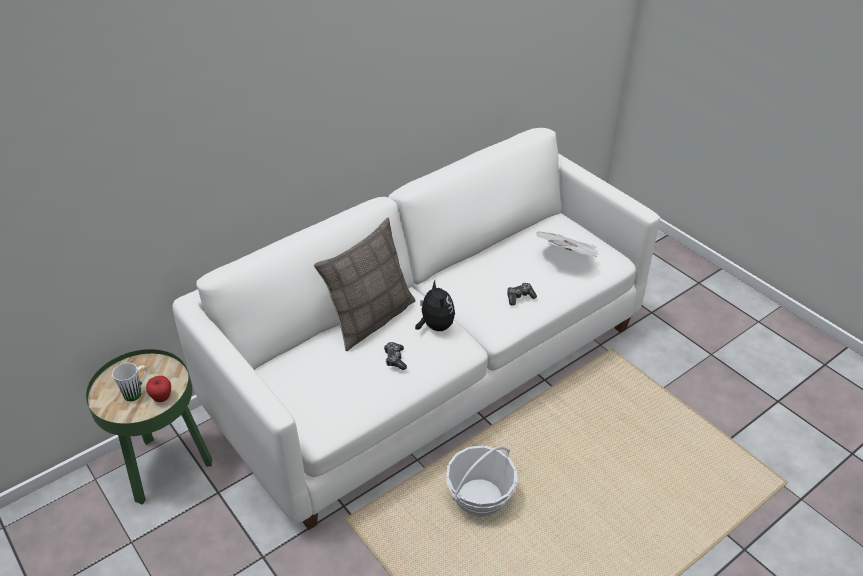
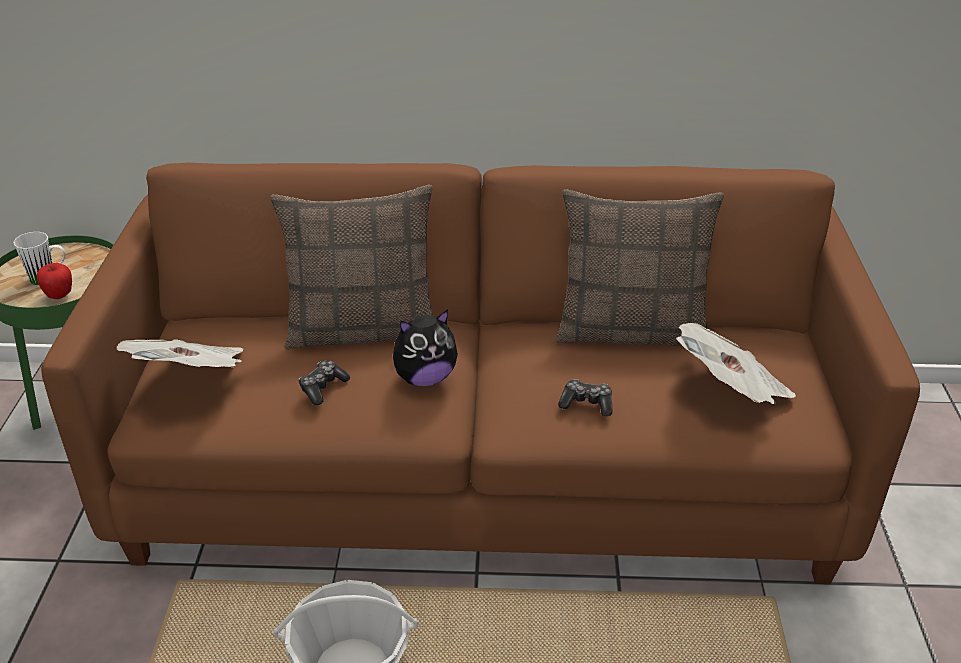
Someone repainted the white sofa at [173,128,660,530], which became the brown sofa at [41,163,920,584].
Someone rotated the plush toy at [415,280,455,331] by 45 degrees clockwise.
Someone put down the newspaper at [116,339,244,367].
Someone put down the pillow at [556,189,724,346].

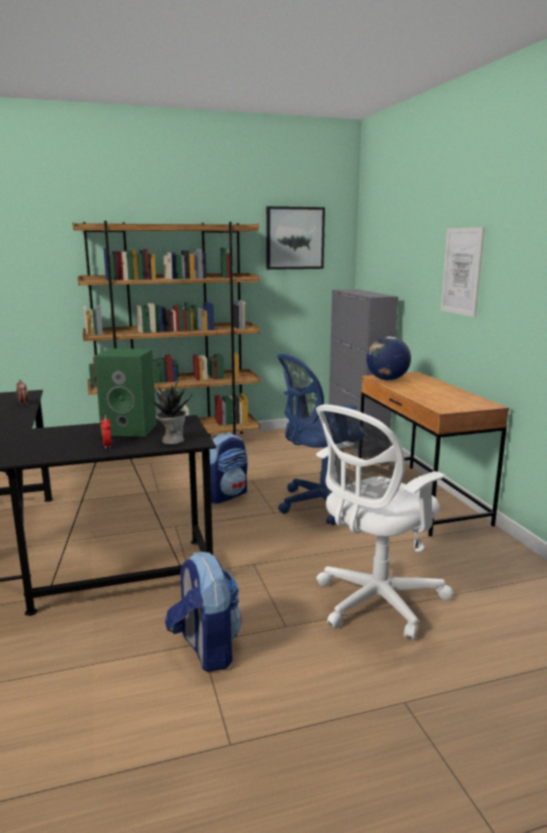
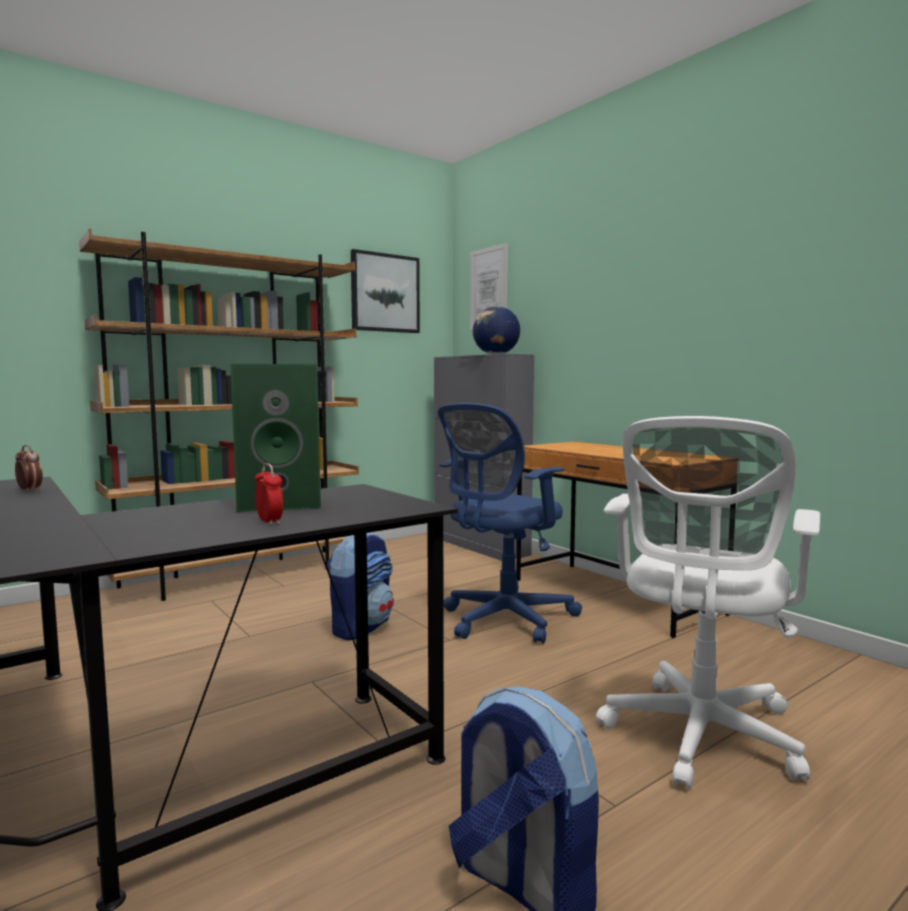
Someone took away the potted plant at [149,378,192,444].
Someone carried the globe from [367,337,411,380] to [473,306,520,354].
Someone carried the picture from [441,227,485,317] to [470,243,508,330].

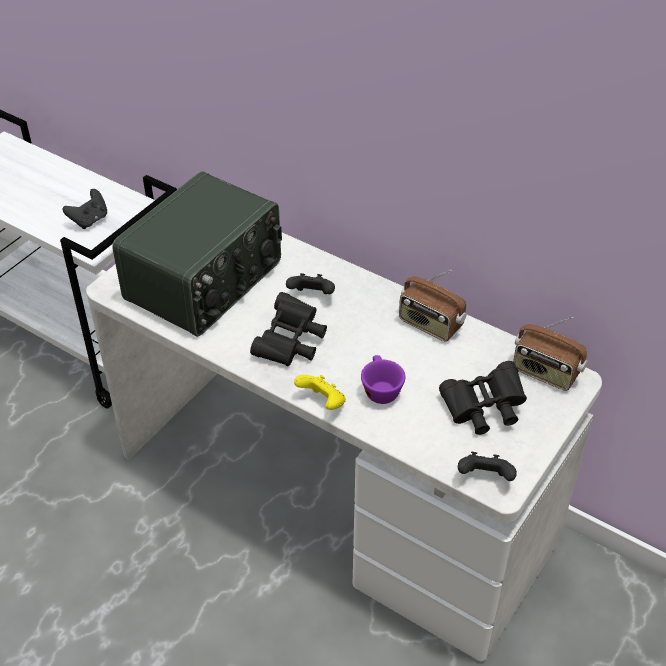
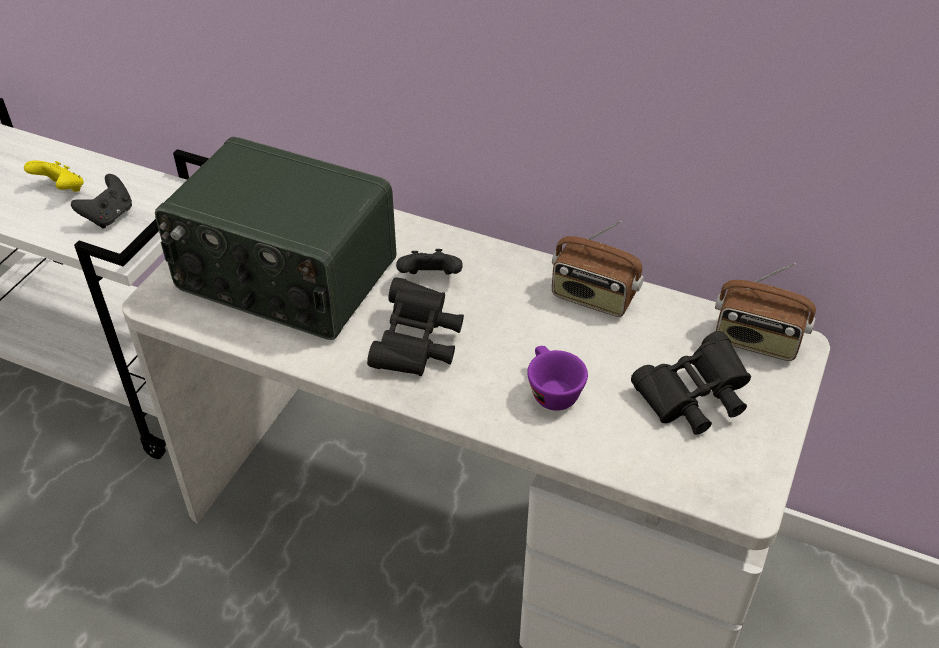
Someone rotated the radio at [112,171,282,337] by 90 degrees clockwise.
Someone carried the yellow game controller from [294,375,346,410] to [24,160,84,192].
Someone took away the black game controller at [458,452,517,481].

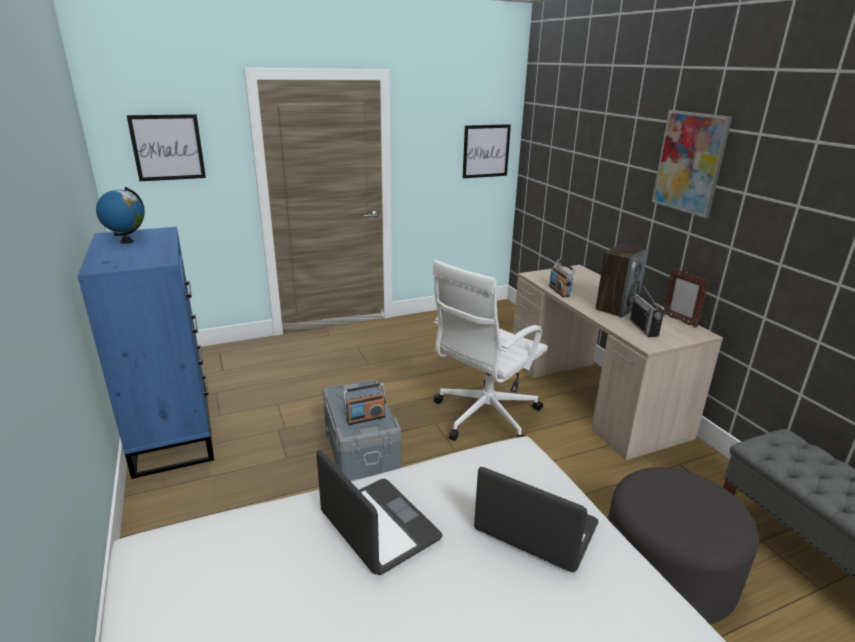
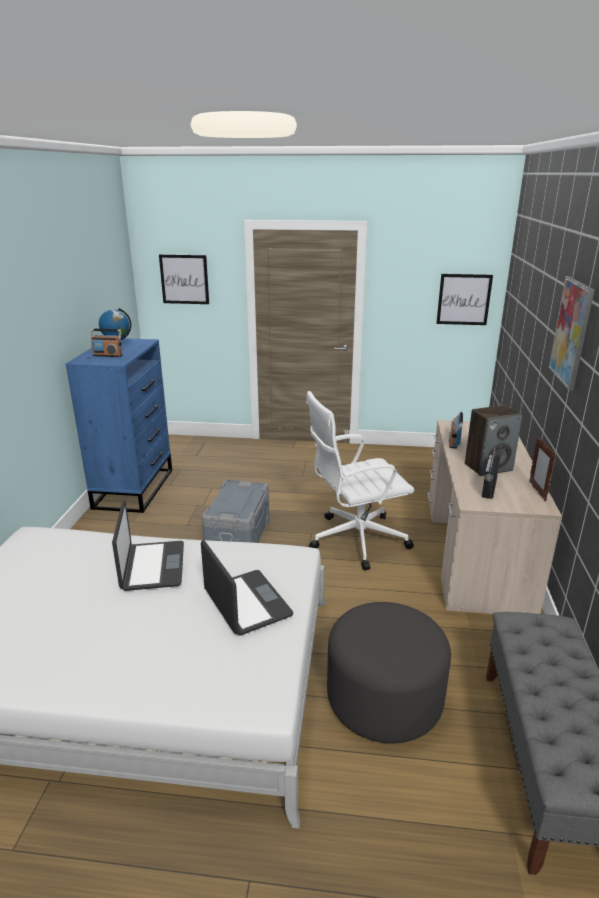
Someone carried the radio from [343,383,386,425] to [90,329,123,357].

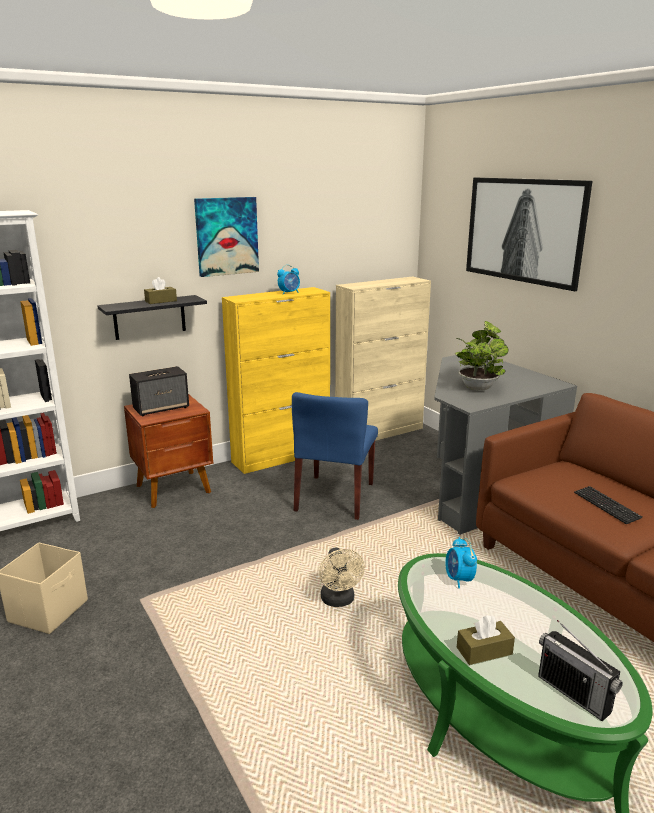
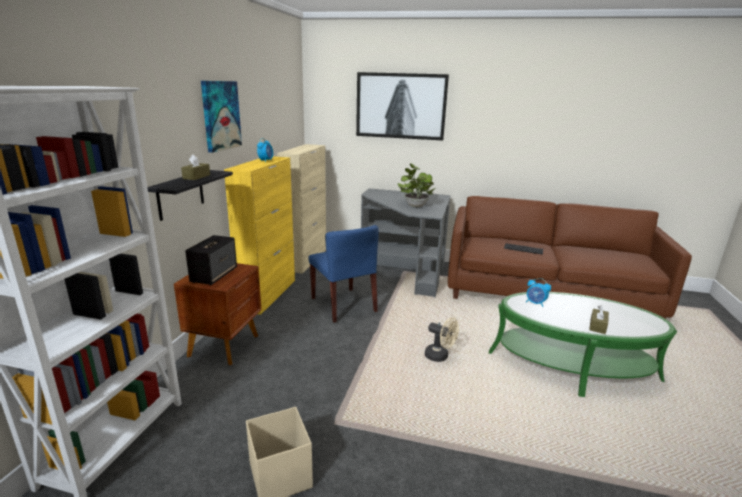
Someone took away the radio at [538,620,623,721].

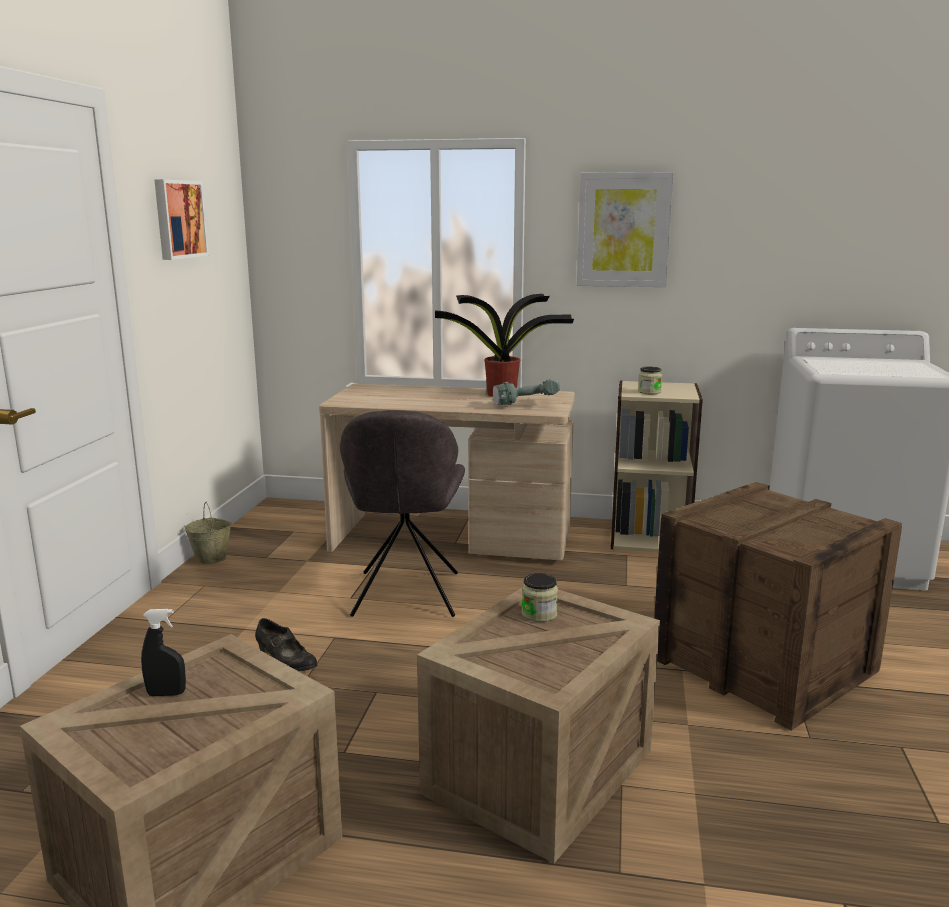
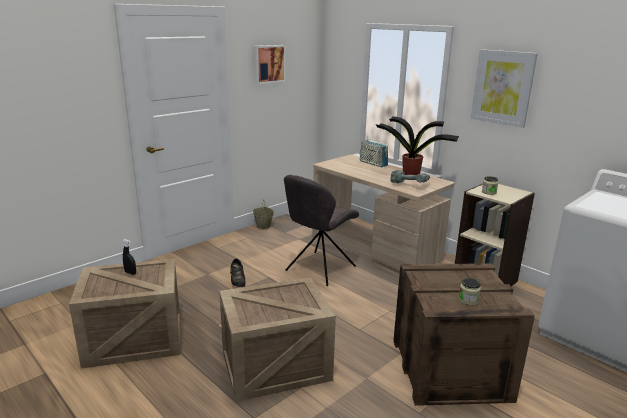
Someone carried the jar from [522,573,558,622] to [459,278,481,306].
Someone put down the radio at [360,139,388,167].

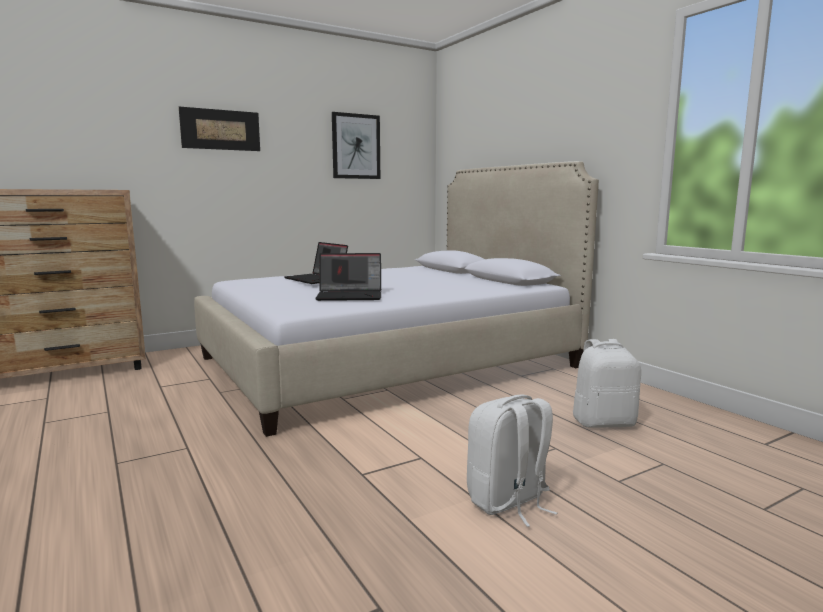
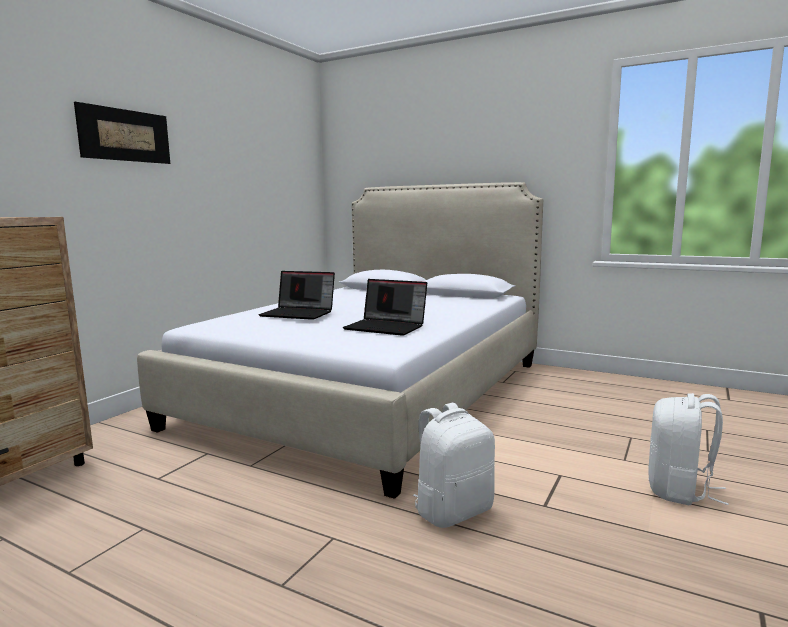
Someone rotated the laptop at [315,253,381,301] by 60 degrees clockwise.
Someone took away the picture at [332,112,380,179].
Someone carried the white backpack from [573,339,641,428] to [413,403,495,528].

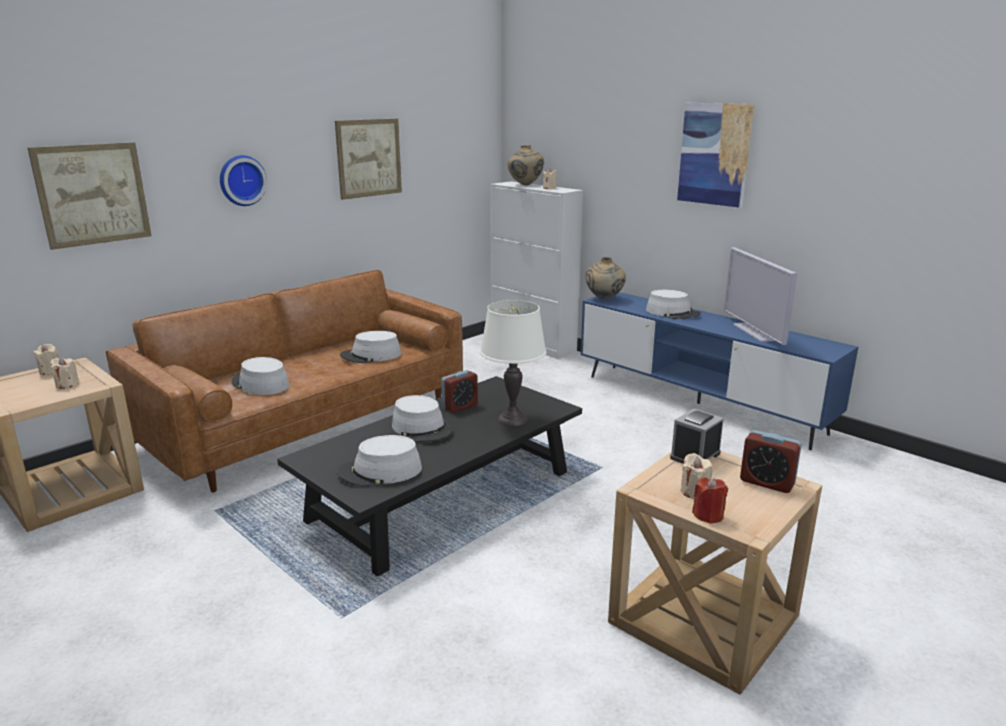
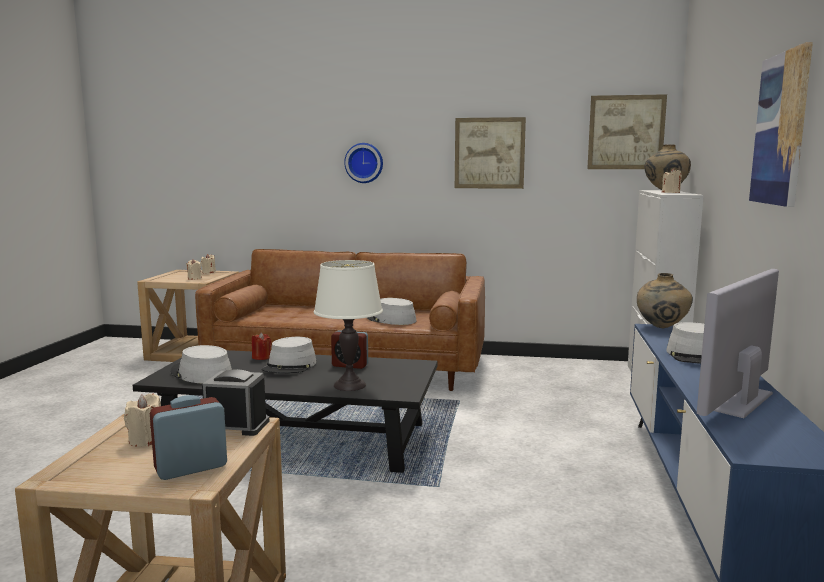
Someone carried the picture from [27,142,152,250] to [587,94,667,169].
Someone took away the grey hat at [232,357,290,395].
Someone carried the red candle from [692,477,728,524] to [252,333,271,360].
Someone rotated the alarm clock at [740,430,802,493] by 60 degrees clockwise.

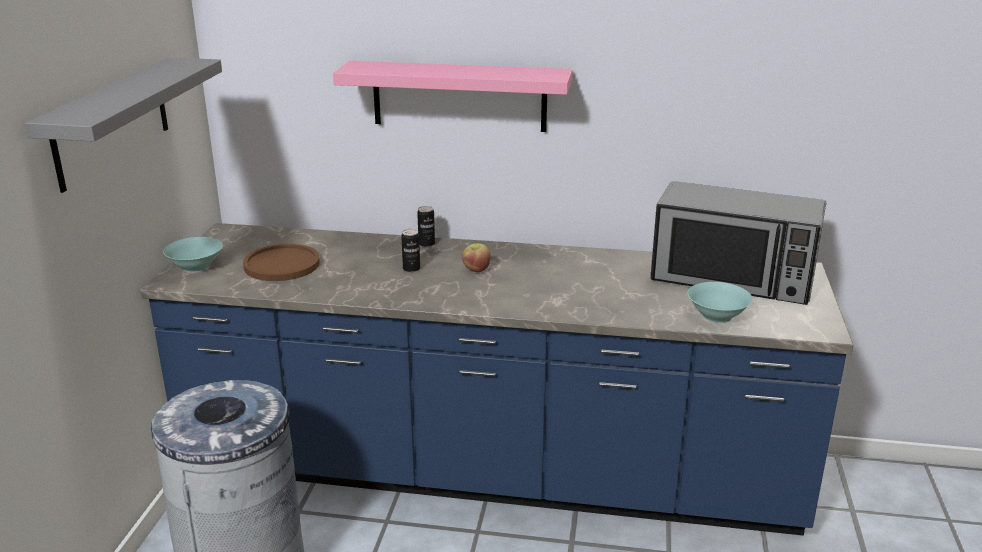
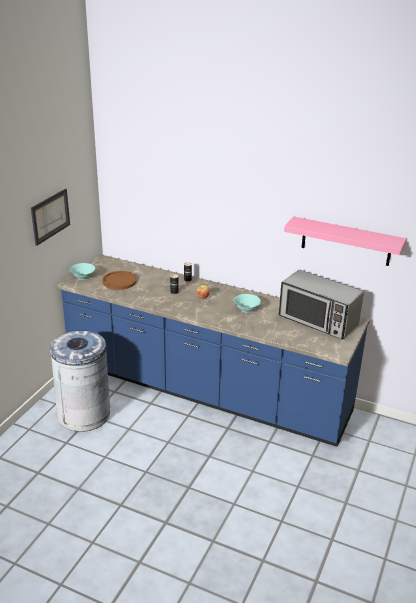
Someone swapped the grey shelf at [25,58,222,193] for the picture at [31,189,70,246].
Someone carried the pink shelf from [333,61,573,132] to [284,216,407,266].
Someone carried the turquoise bowl from [687,282,753,323] to [234,294,261,313].

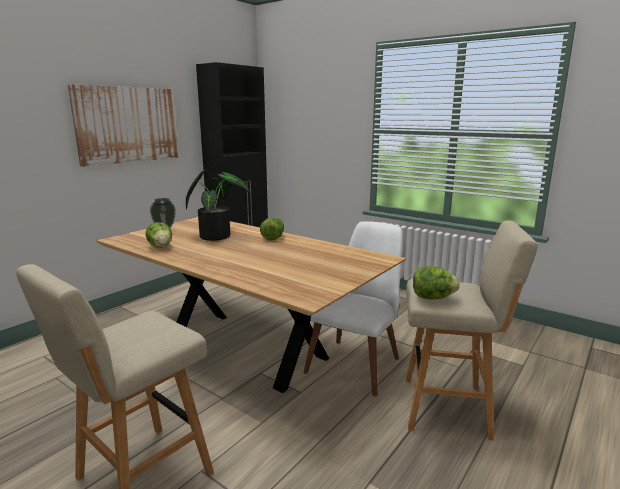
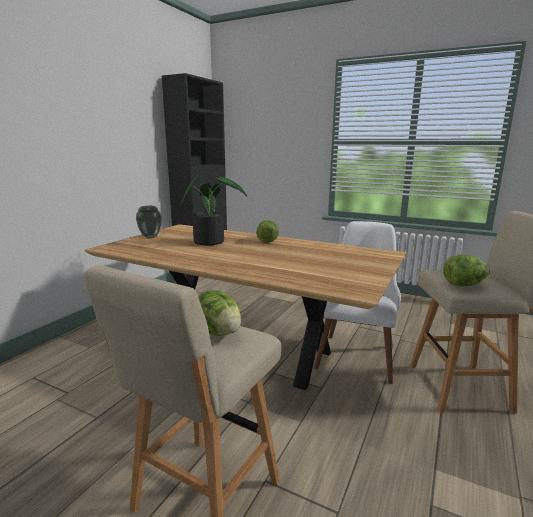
Someone took away the picture at [68,84,179,167].
Someone carried the lettuce from [146,222,172,248] to [198,290,241,336].

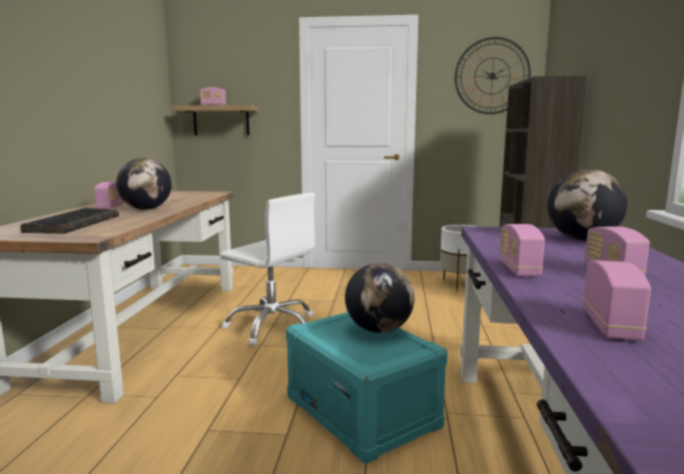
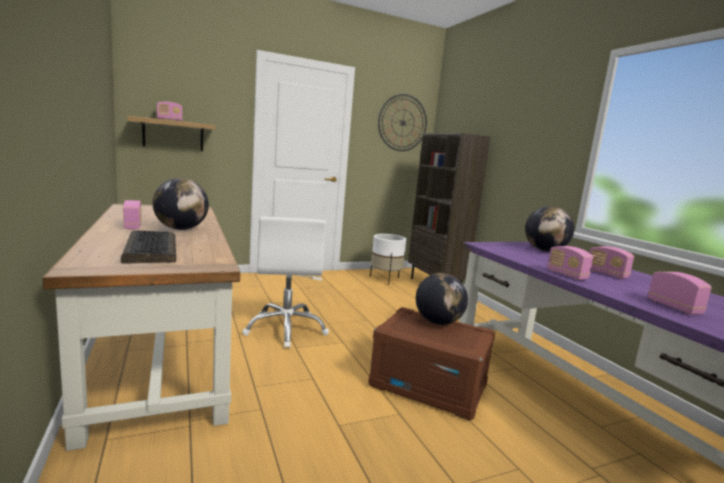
Someone rotated the white office chair at [220,193,315,346] by 75 degrees clockwise.
Someone repainted the turquoise storage box at [286,312,447,464], which became the brown storage box at [368,307,495,421].

